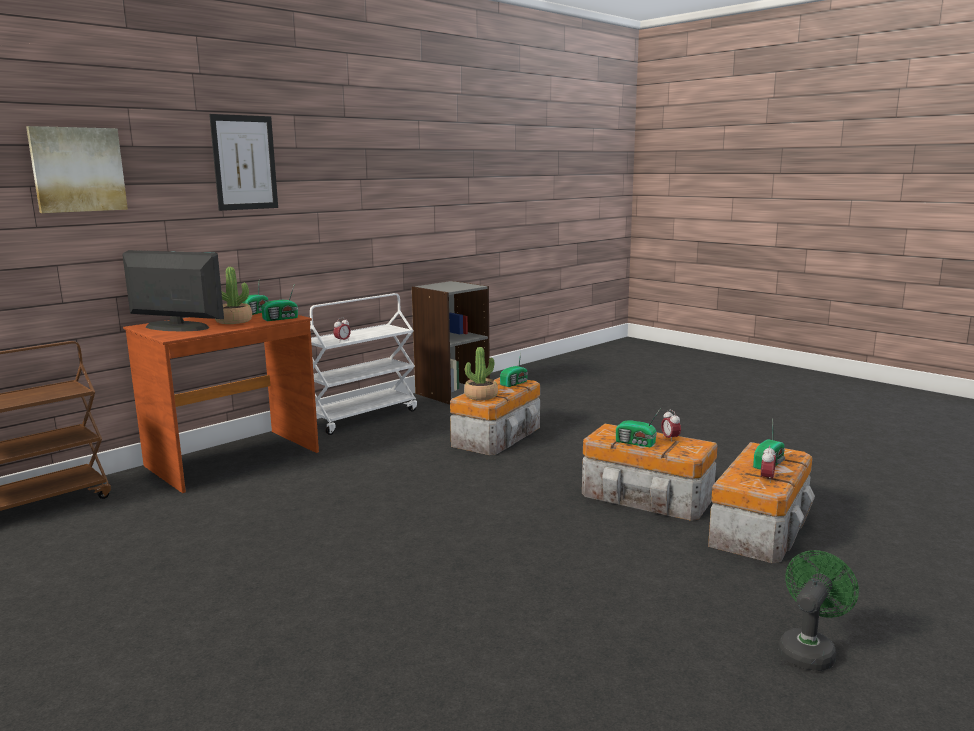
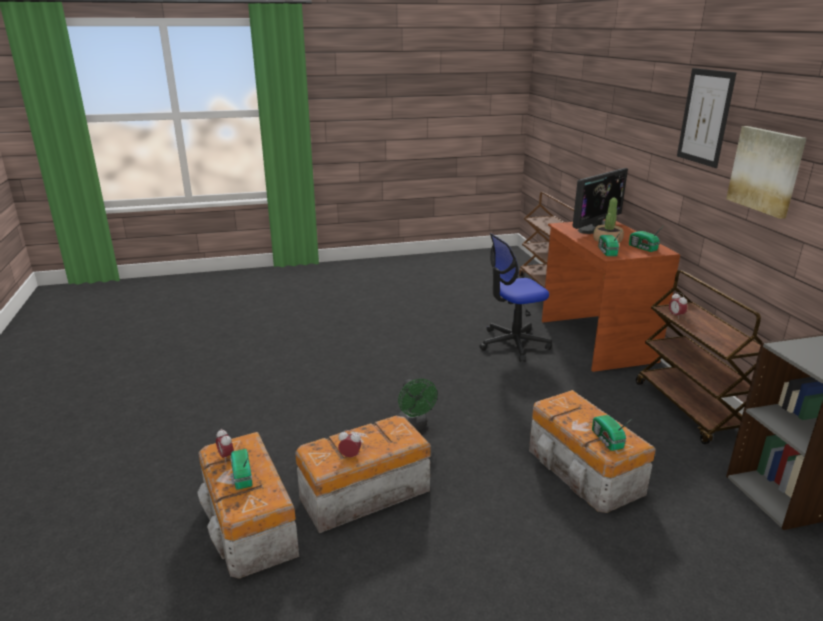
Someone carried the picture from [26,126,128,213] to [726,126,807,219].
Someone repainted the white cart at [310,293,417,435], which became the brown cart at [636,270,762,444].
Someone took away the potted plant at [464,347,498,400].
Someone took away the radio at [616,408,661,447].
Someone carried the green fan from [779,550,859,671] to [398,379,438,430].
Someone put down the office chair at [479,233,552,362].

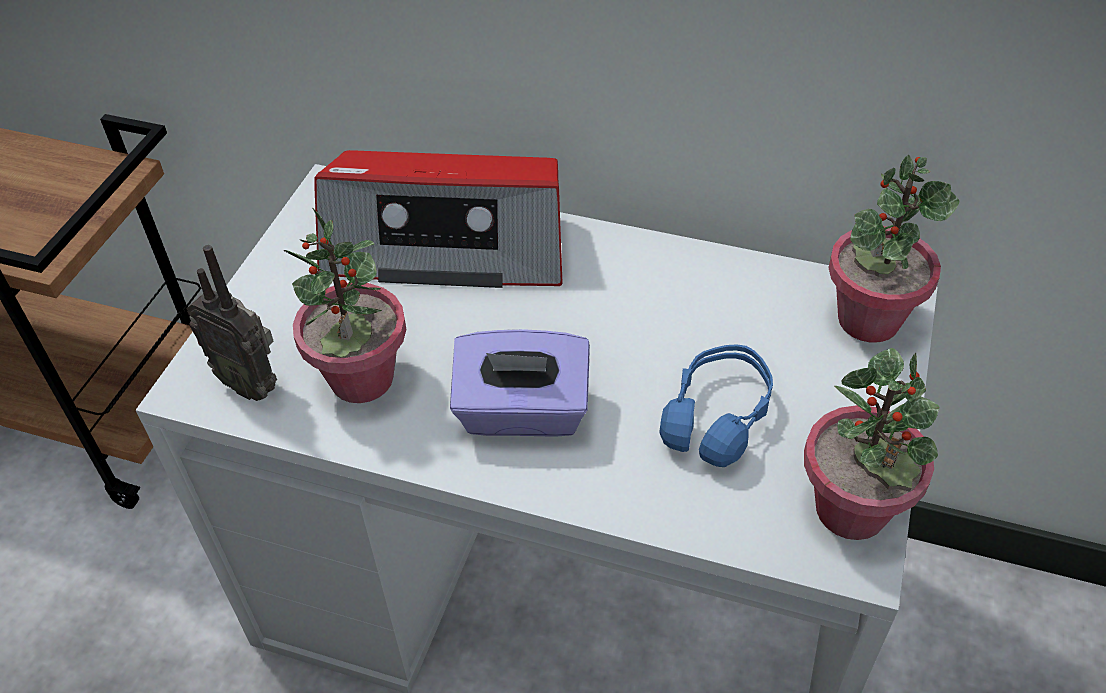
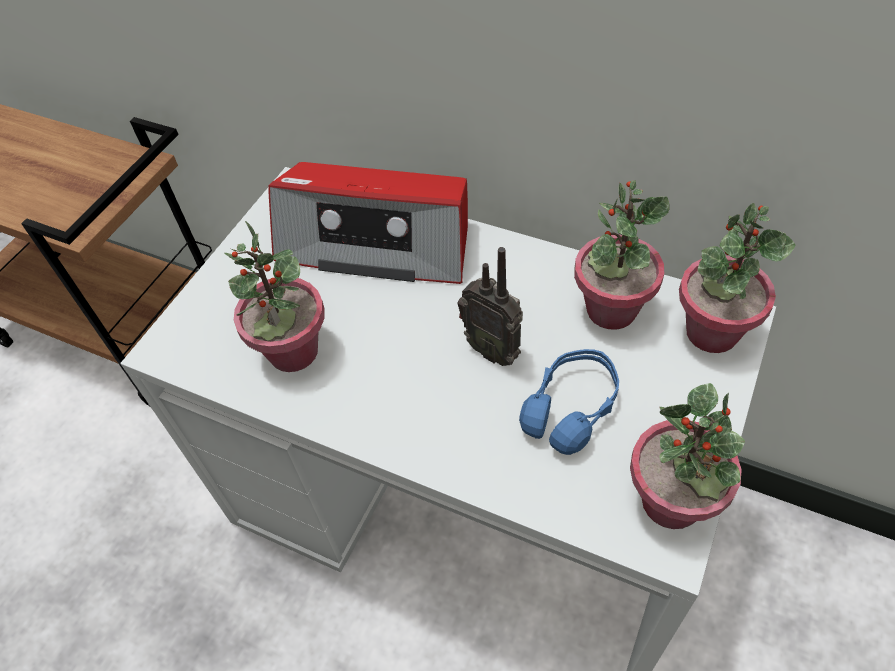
Someone carried the radio from [186,245,277,401] to [457,247,523,366].
Someone took away the purple tissue box at [450,329,590,437].
Someone put down the potted plant at [574,180,670,330].

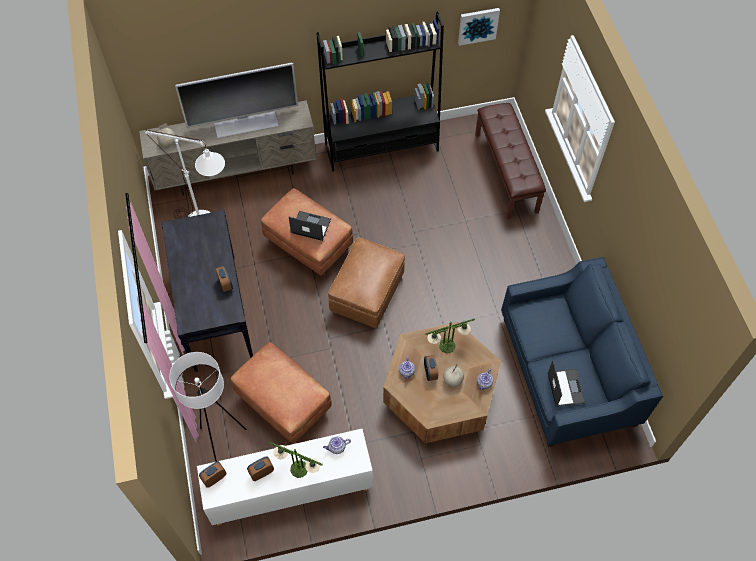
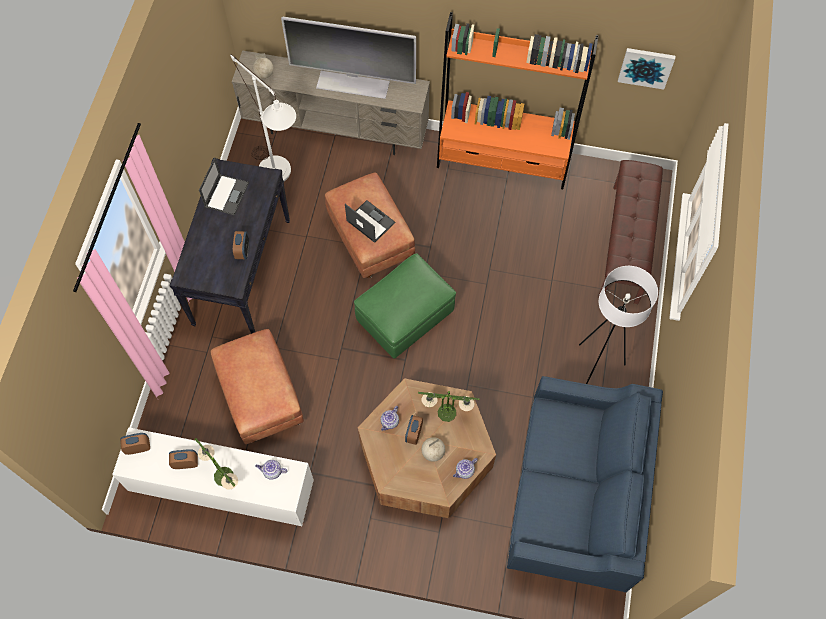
Someone carried the white floor lamp from [169,352,247,462] to [579,266,658,384].
Someone repainted the black bookcase at [316,11,444,172], which became the orange bookcase at [437,12,598,189].
Someone repainted the brown ottoman at [328,237,405,328], which became the green ottoman at [354,253,456,358].
Someone carried the laptop from [547,360,585,407] to [199,157,249,215].

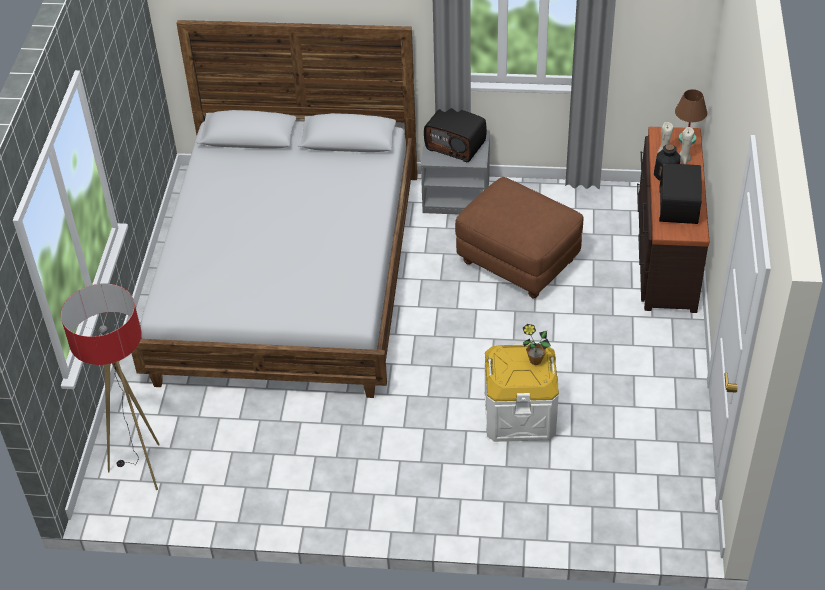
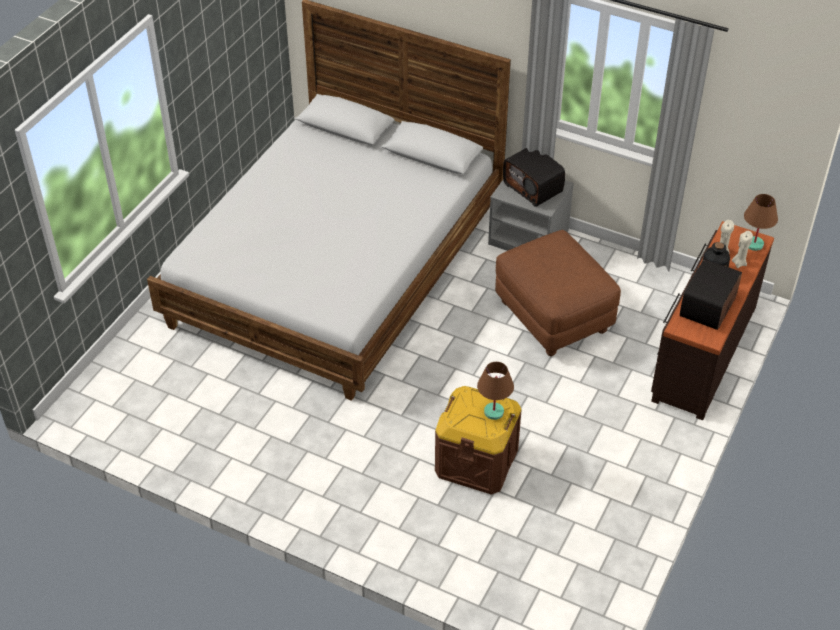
Someone took away the floor lamp at [61,284,160,490].
Someone repainted the white storage box at [485,344,559,442], which became the brown storage box at [435,386,522,495].
Someone swapped the potted plant at [523,324,551,365] for the brown table lamp at [477,362,514,420].

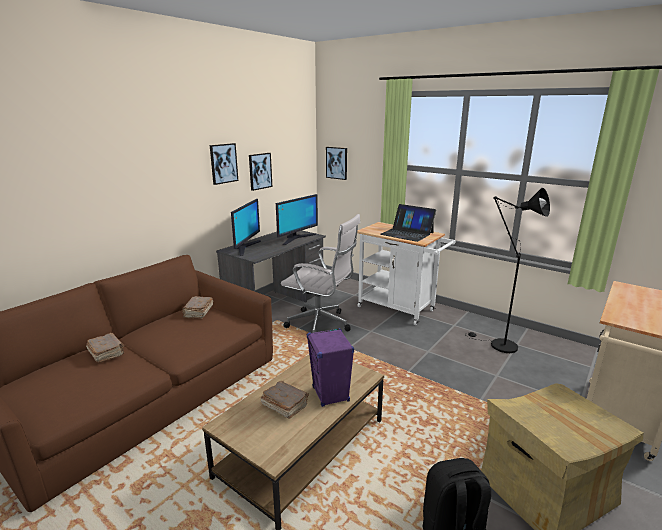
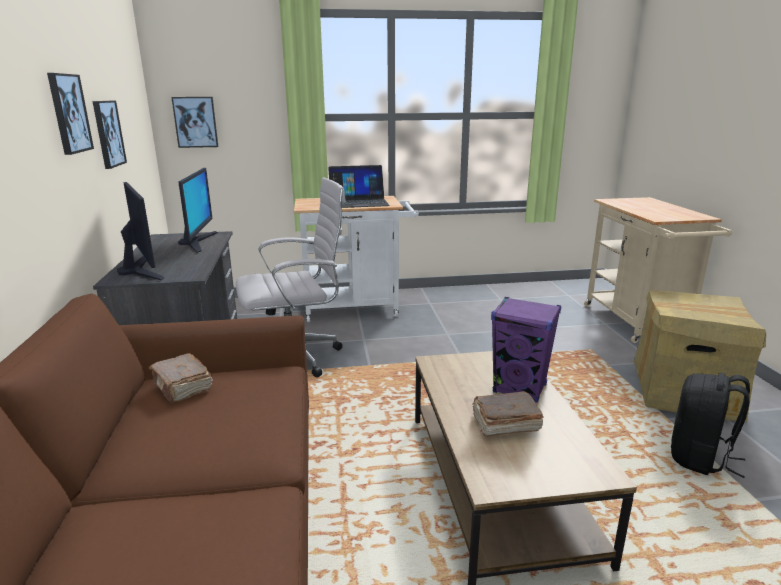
Someone took away the brown book at [86,333,124,363].
Someone took away the black floor lamp at [467,188,550,353].

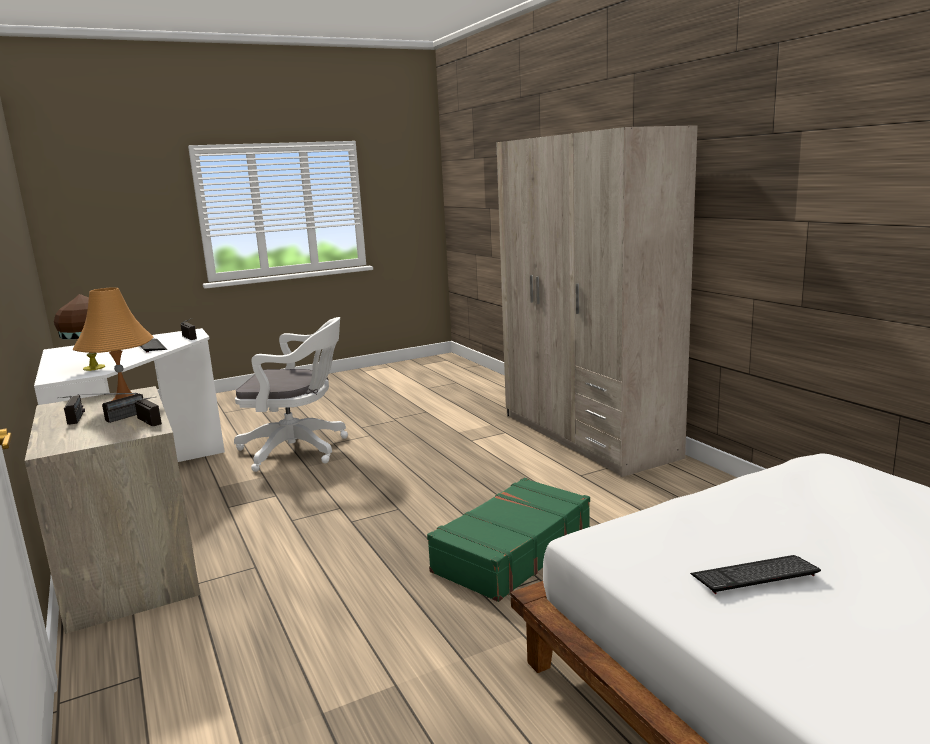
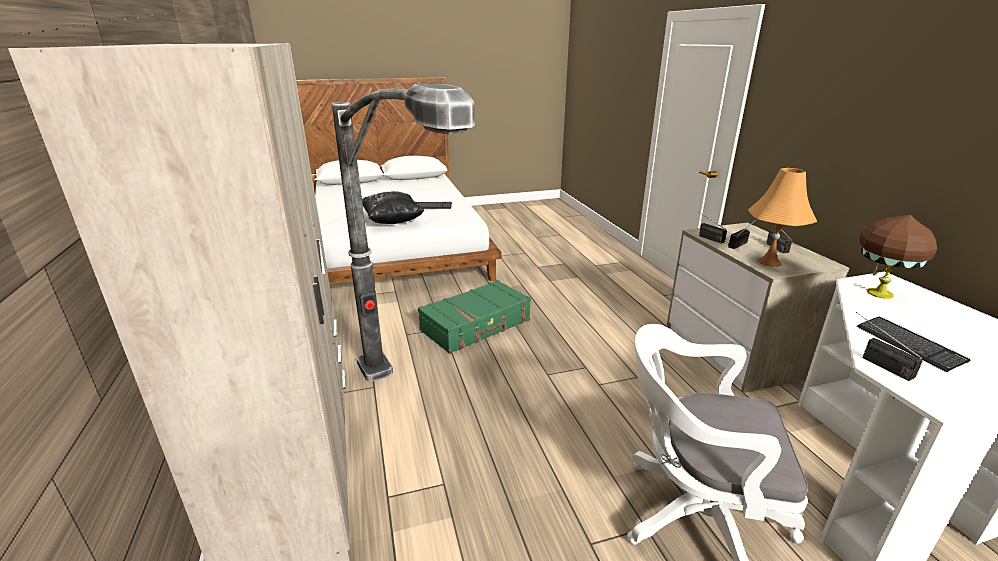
Someone put down the floor lamp at [332,83,475,382].
Someone put down the black pillow at [362,191,424,224].

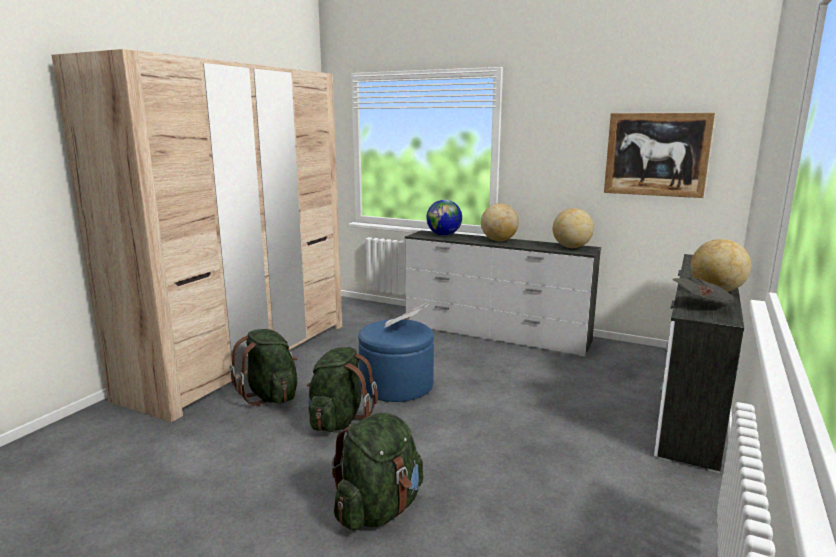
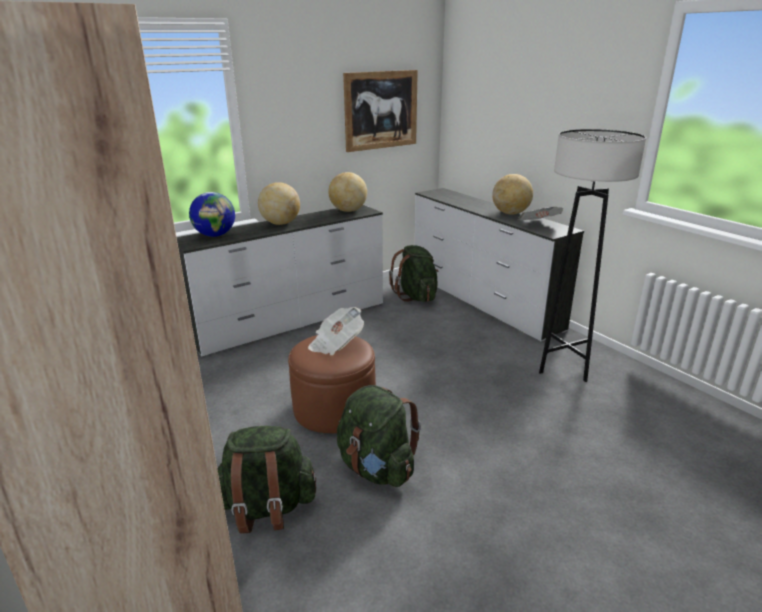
Someone carried the green backpack from [331,412,423,530] to [389,245,438,302].
Someone repainted the blue ottoman at [358,319,434,402], which became the brown ottoman at [288,335,376,433].
Someone put down the grey floor lamp at [539,129,646,382].

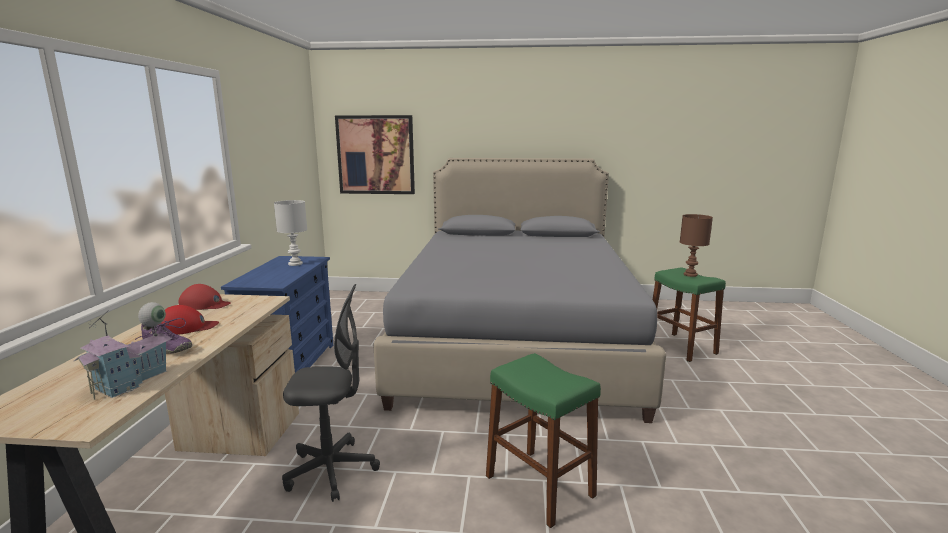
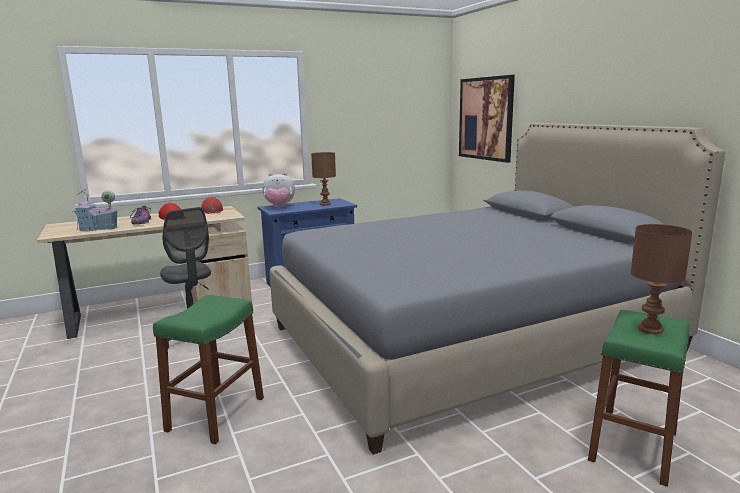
Someone repainted the white table lamp at [274,200,307,266], which became the brown table lamp at [311,152,336,205].
Someone put down the plush toy at [263,173,295,207].

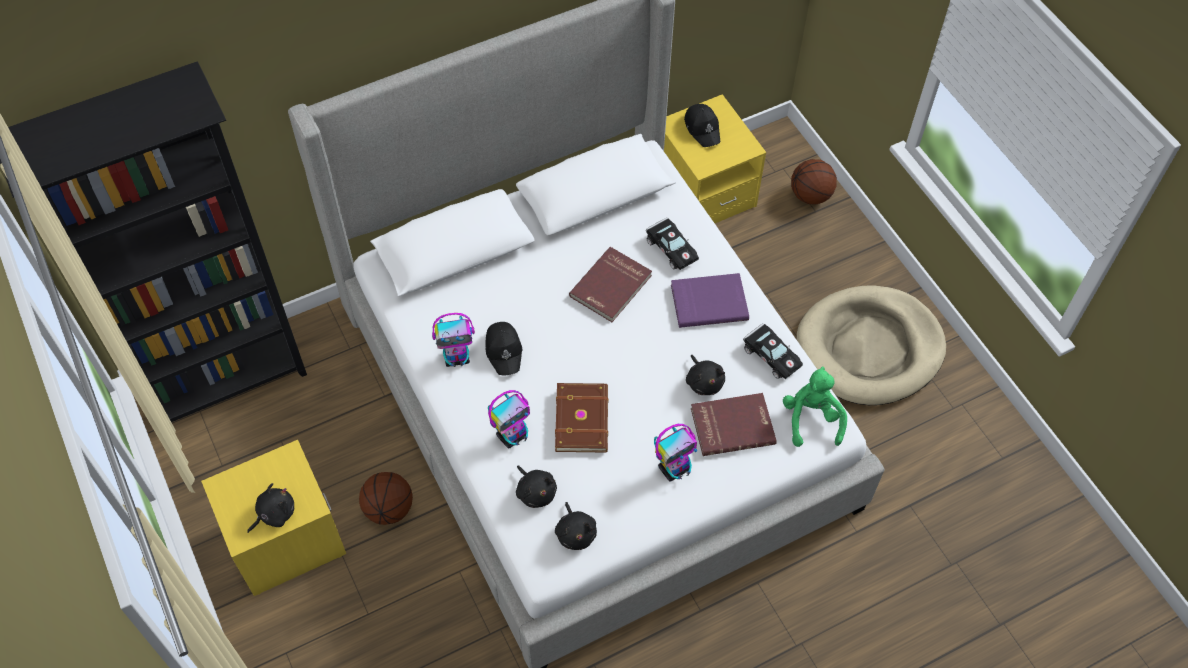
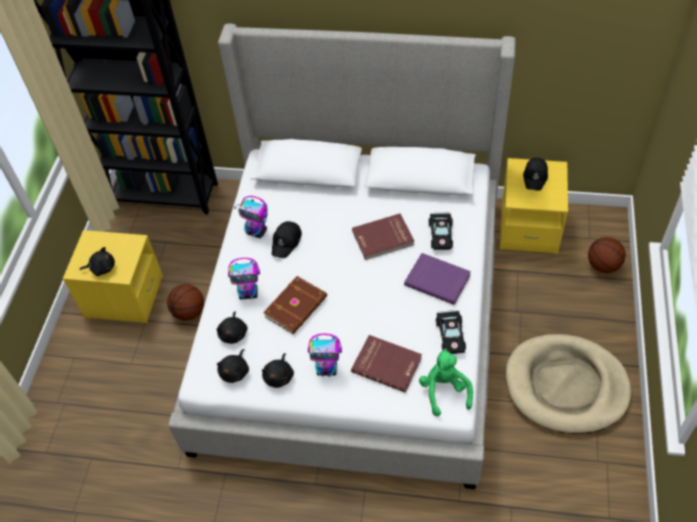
Someone carried the black plush toy from [686,355,725,395] to [262,353,294,388].
Someone rotated the green plush toy at [783,366,847,447] by 45 degrees counterclockwise.

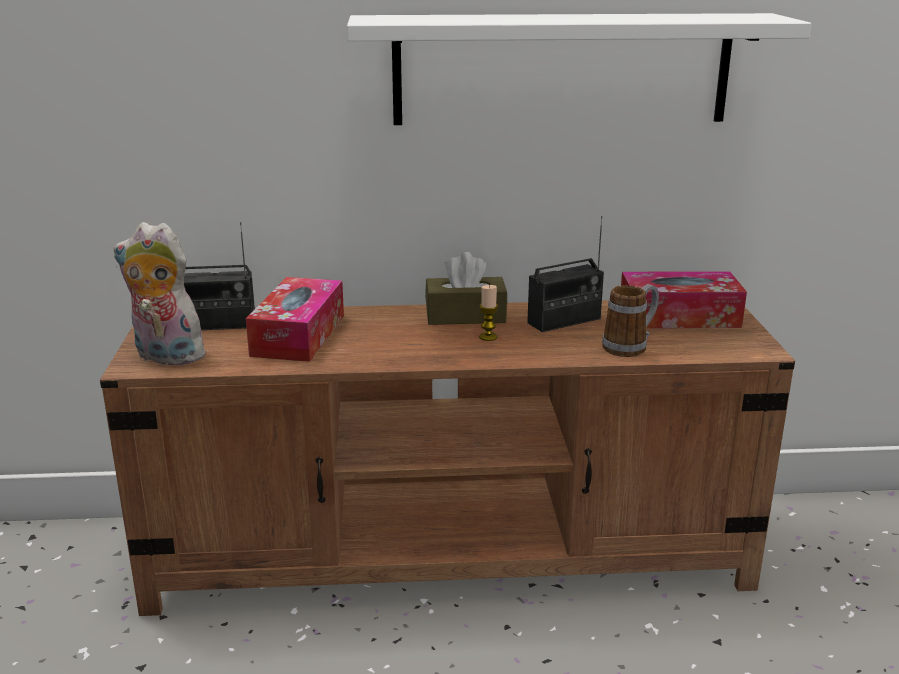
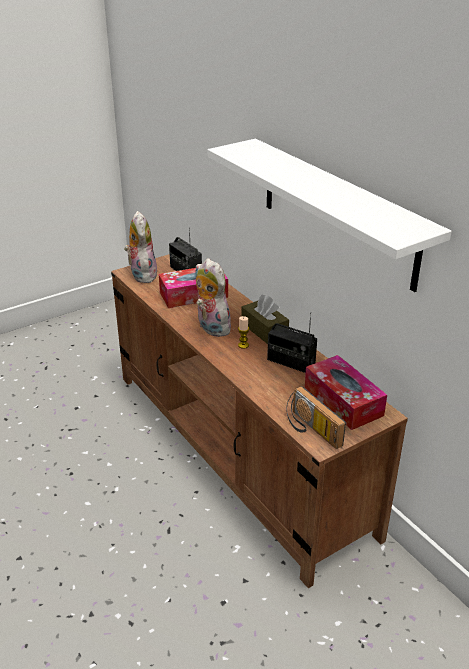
Someone took away the mug at [602,284,659,357].
Someone put down the plush toy at [196,258,231,337].
Someone put down the radio at [286,386,346,449].

